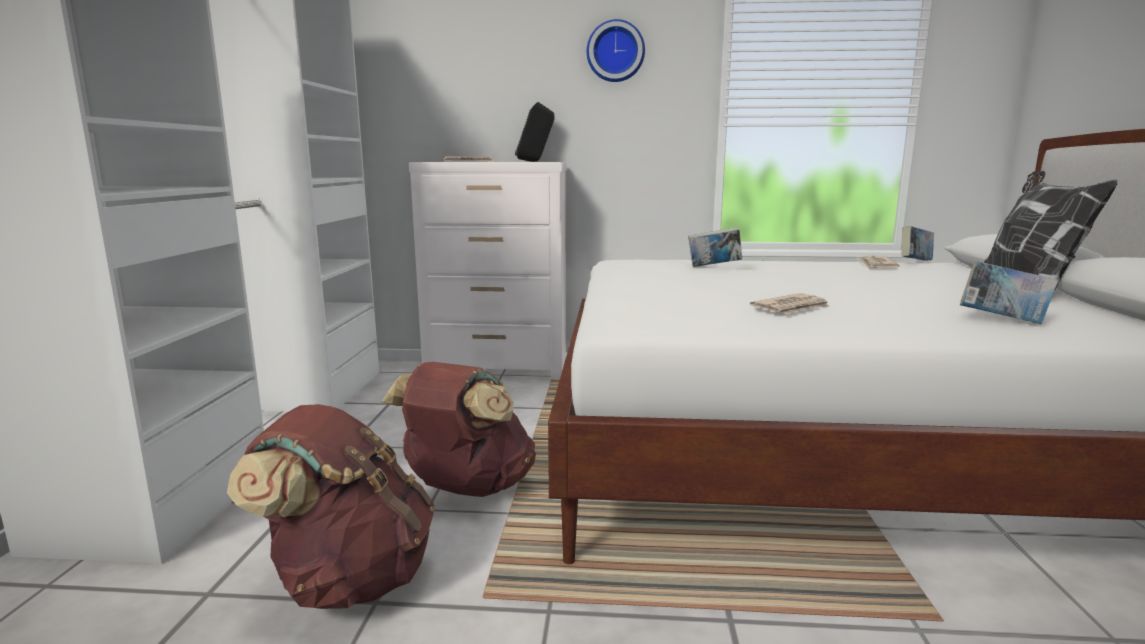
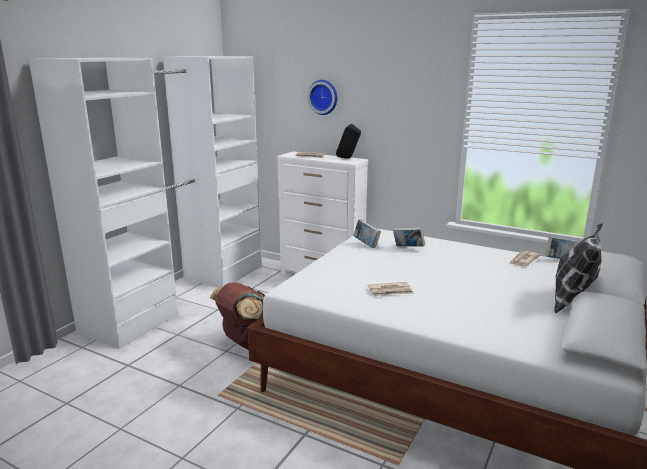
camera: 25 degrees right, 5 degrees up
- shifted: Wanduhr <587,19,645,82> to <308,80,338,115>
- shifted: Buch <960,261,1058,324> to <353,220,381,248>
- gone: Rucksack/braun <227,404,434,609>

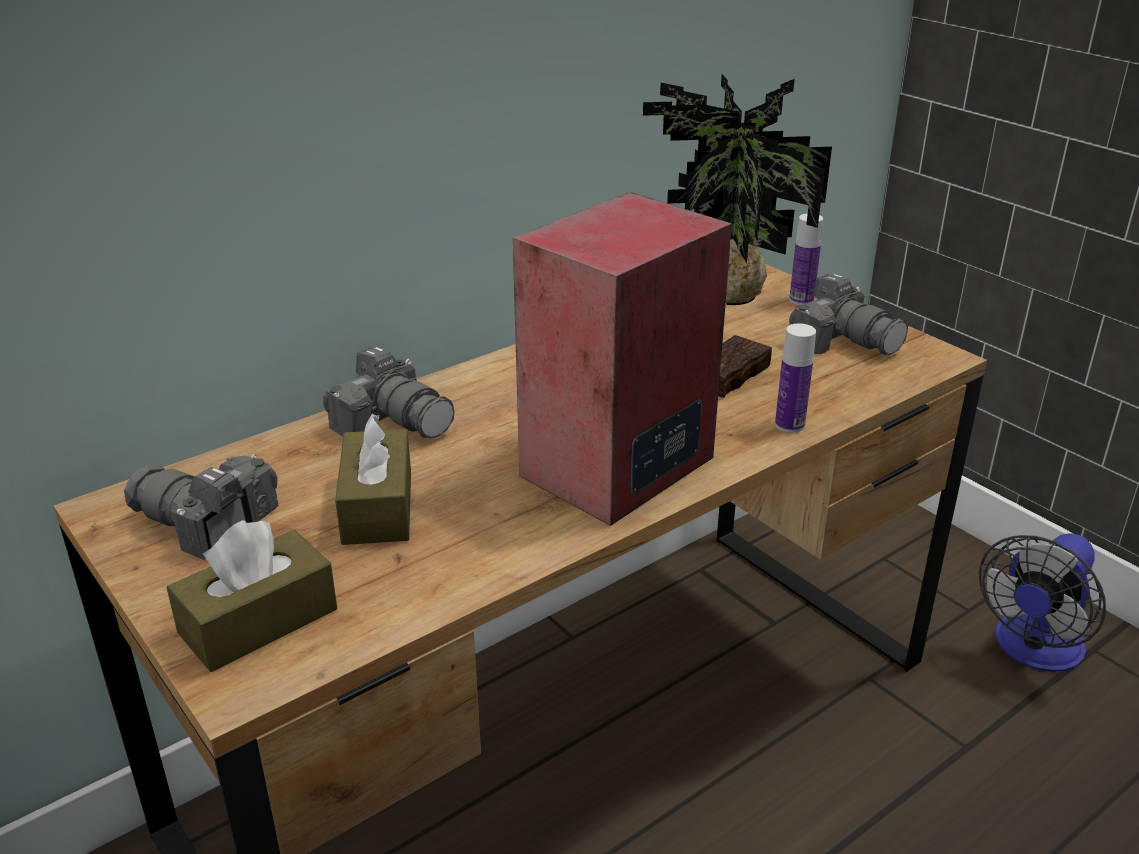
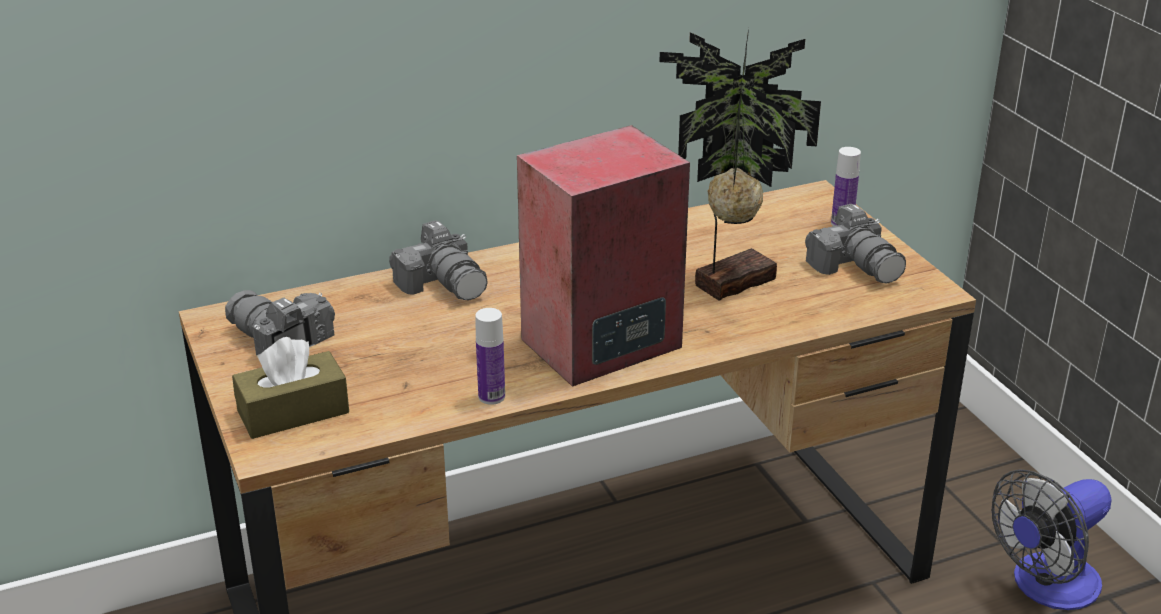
camera: 15 degrees right, 0 degrees up
- shifted: Flasche <775,323,816,433> to <475,308,505,405>
- gone: Taschentuchbox/braun <335,413,411,545>

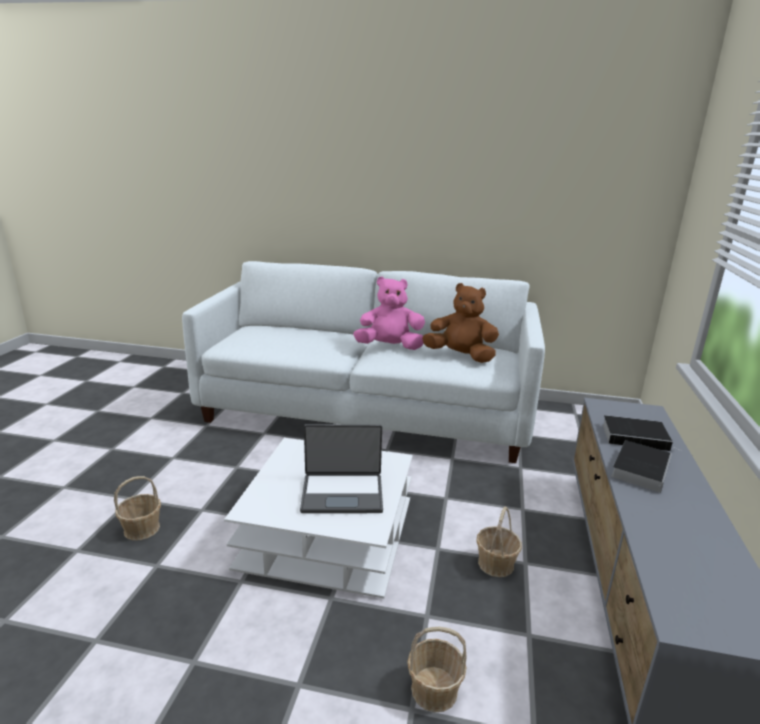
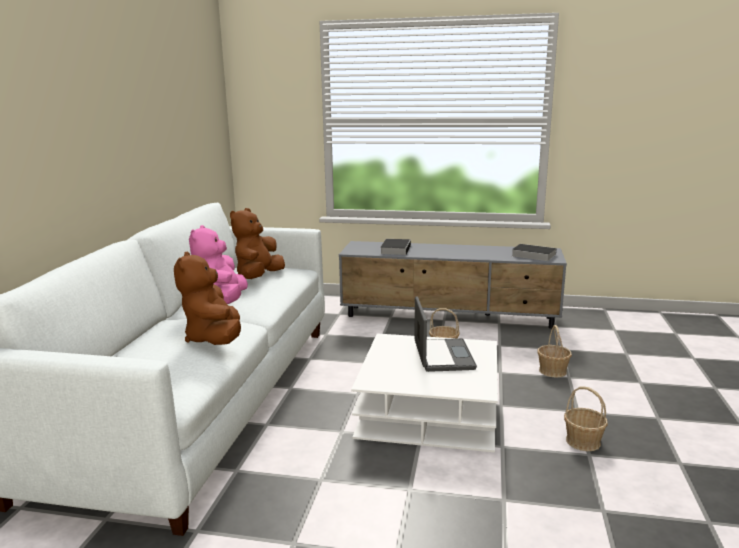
camera: 90 degrees left, 5 degrees down
- shifted: Buch <611,440,672,493> to <512,244,557,261>
- shifted: Korb <114,476,161,541> to <564,386,608,451>
- new: Plüschtier/braun <174,251,241,345>

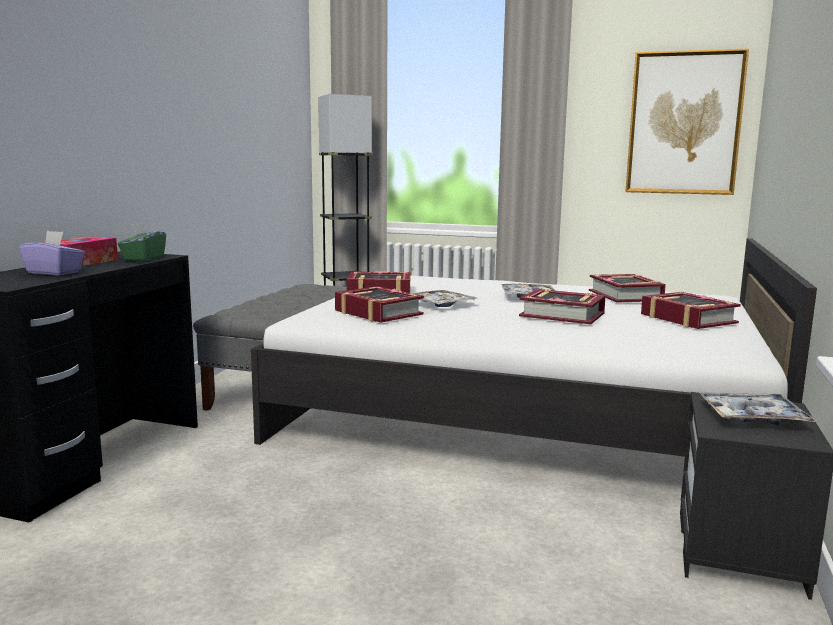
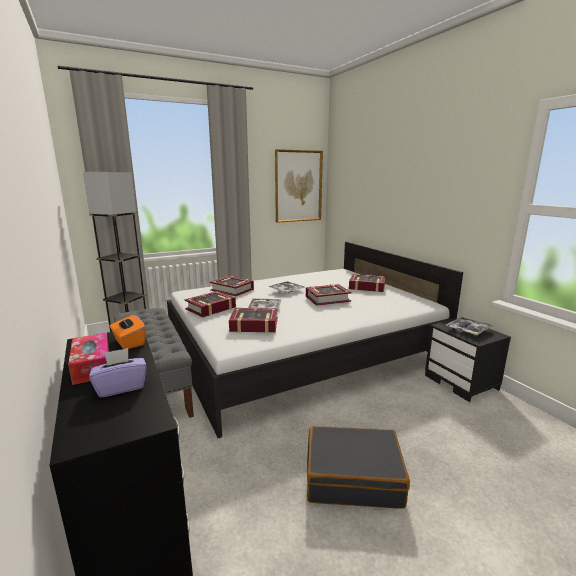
camera: 45 degrees left, 5 degrees up
- repainted: Taschentuchbox/grün <118,222,166,262> to Taschentuchbox/orange <110,314,146,349>
- shifted: Buch <589,274,666,303> to <210,276,254,296>
- new: Koffer/schwarz <307,426,410,509>

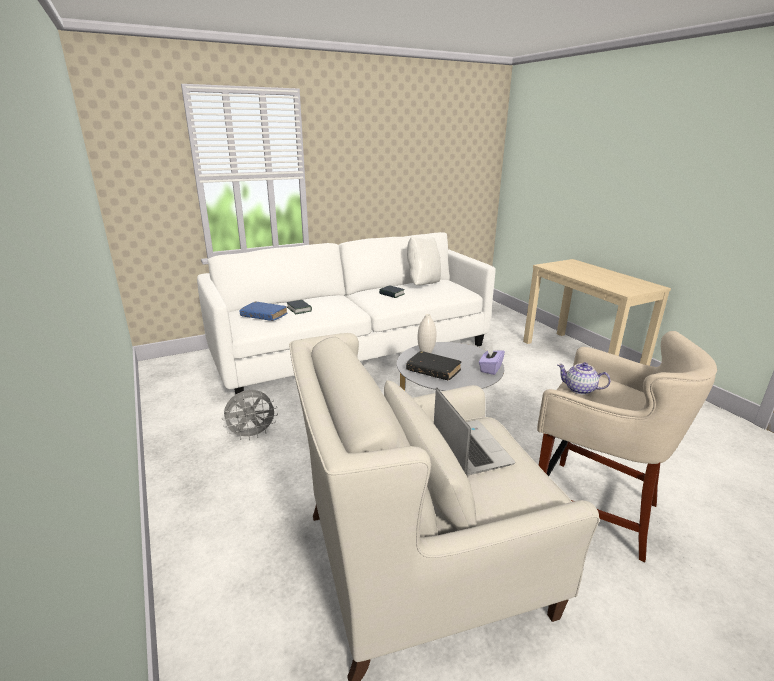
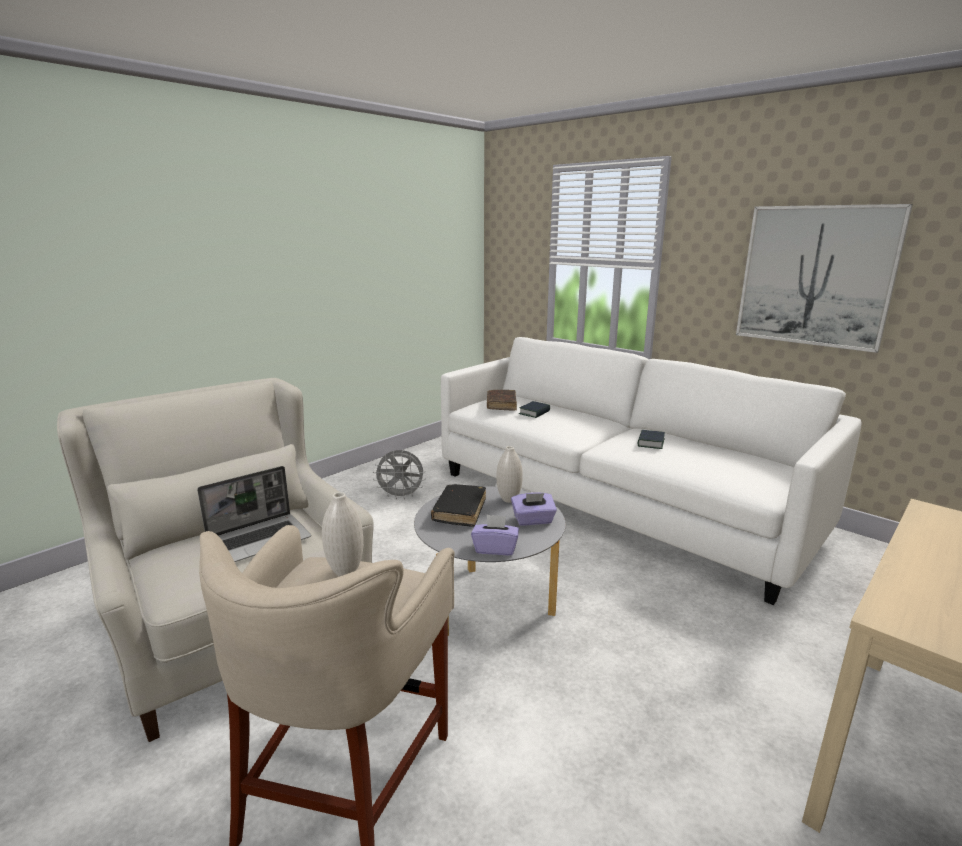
camera: 70 degrees right, 5 degrees down
- gone: Kissen/weiß <407,236,441,285>
- repainted: Buch/blau <240,301,287,321> to Buch/braun <487,390,517,410>
- swapped: Teekanne <557,362,611,395> to Vase/weiß <322,492,363,577>
- rotated: Ventilator/grau <222,390,278,440> = <373,450,425,499> 45 degrees counterclockwise
- new: Bild <736,204,913,353>
- new: Taschentuchbox/lila <511,493,557,526>

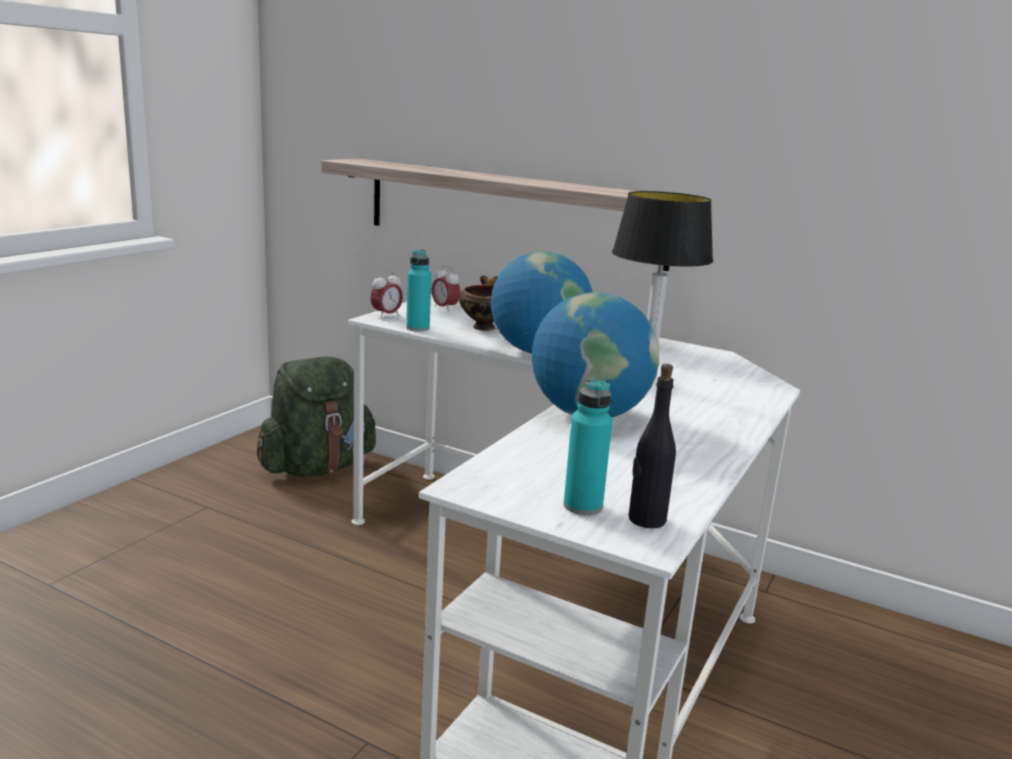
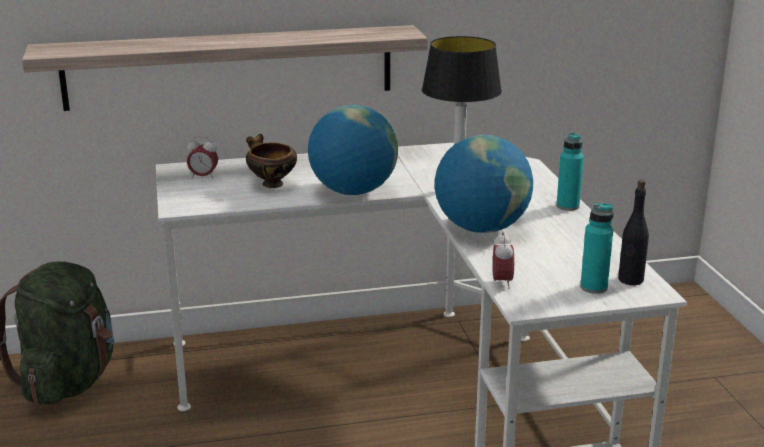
camera: 40 degrees left, 5 degrees up
- shifted: Flasche/türkis <406,250,431,331> to <557,133,584,211>
- shifted: Wecker <370,271,403,318> to <493,231,514,289>

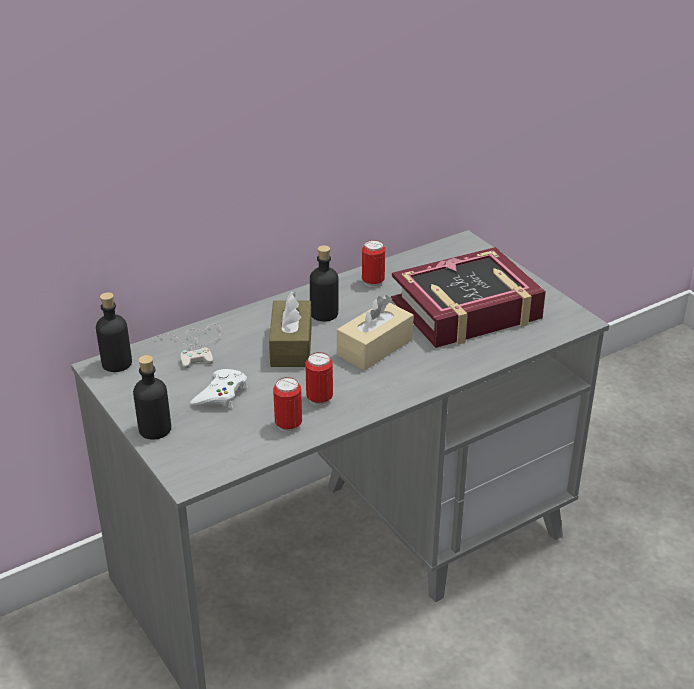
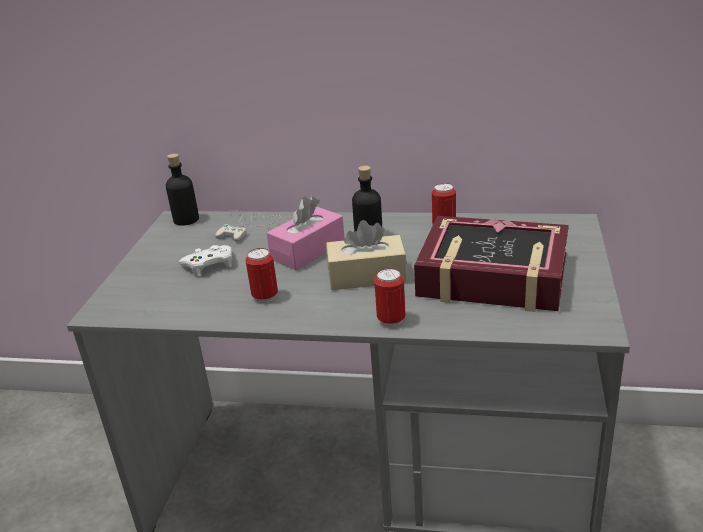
camera: 45 degrees right, 5 degrees down
- repainted: Taschentuchbox/braun <269,291,312,367> to Taschentuchbox/rosa <267,197,345,270>
- gone: Flasche/schwarz <133,355,171,440>
- shifted: Dose <273,377,302,432> to <374,268,406,327>

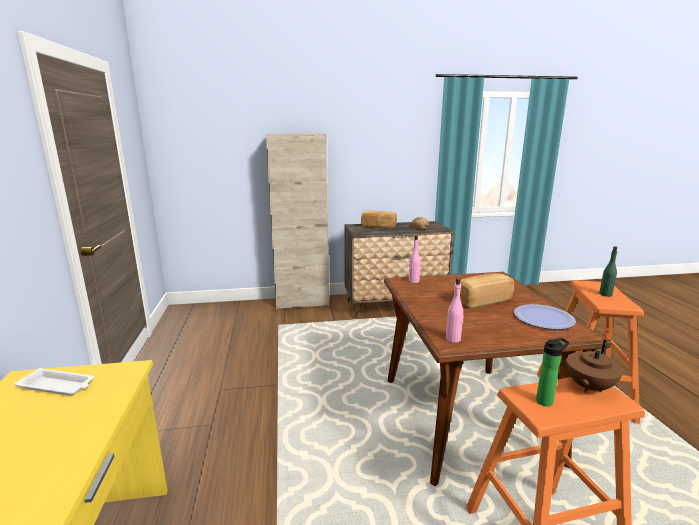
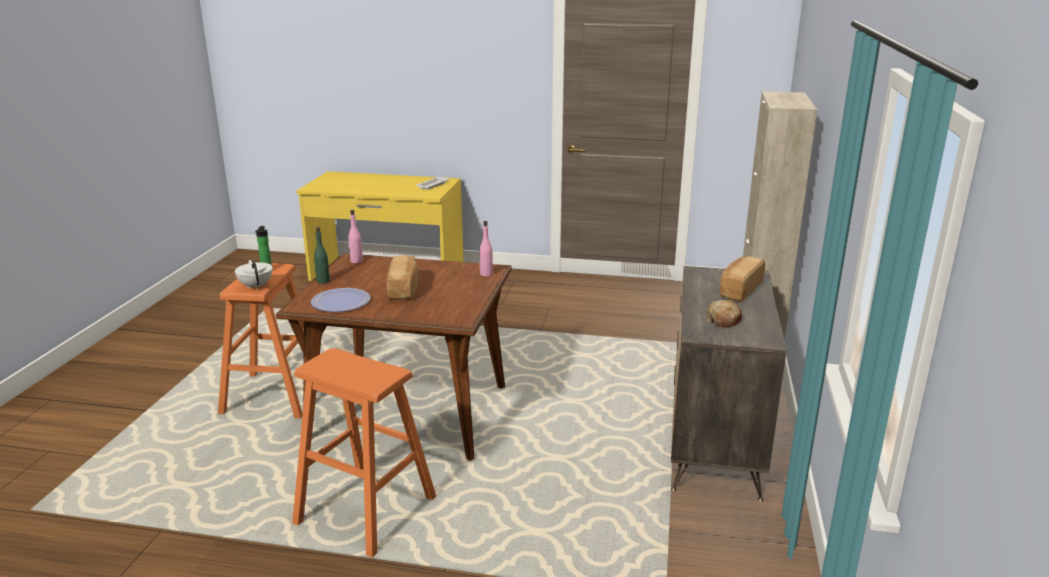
camera: 110 degrees right, 5 degrees up
- shifted: Flasche/grün <599,247,617,297> to <314,227,330,284>
- repainted: Teekanne/braun <566,340,623,393> to Teekanne/weiß <235,260,273,290>

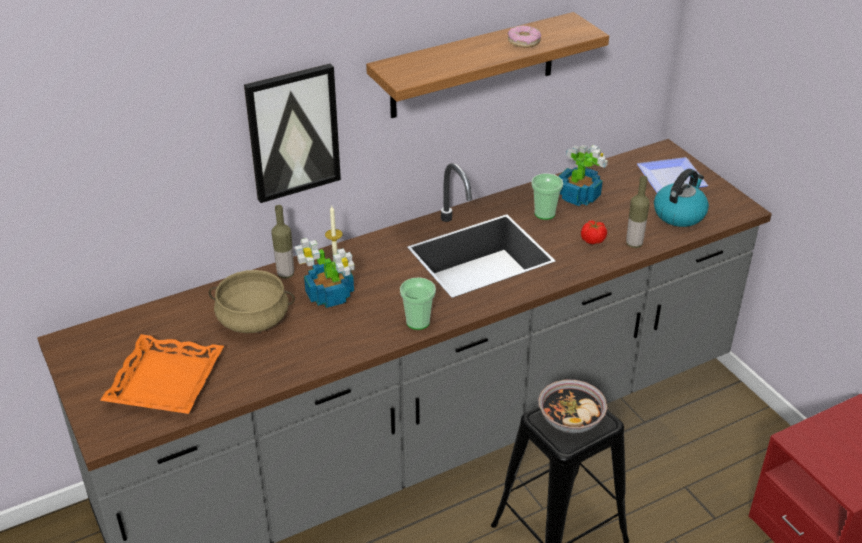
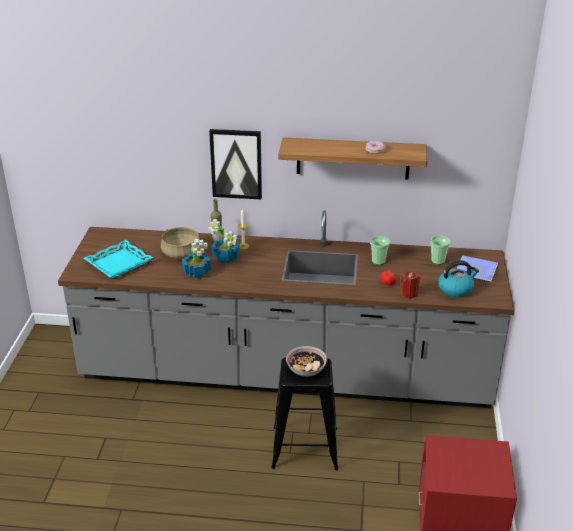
camera: 35 degrees right, 5 degrees down
- shifted: Topfpflanze <559,145,608,206> to <182,239,211,278>
- swapped: Flasche <626,176,650,248> to Kerze/rot <400,272,420,298>
- shifted: Tasse <400,277,436,330> to <430,236,450,265>
- repainted: Tablett/orange <100,334,224,414> to Tablett/türkis <84,240,153,278>

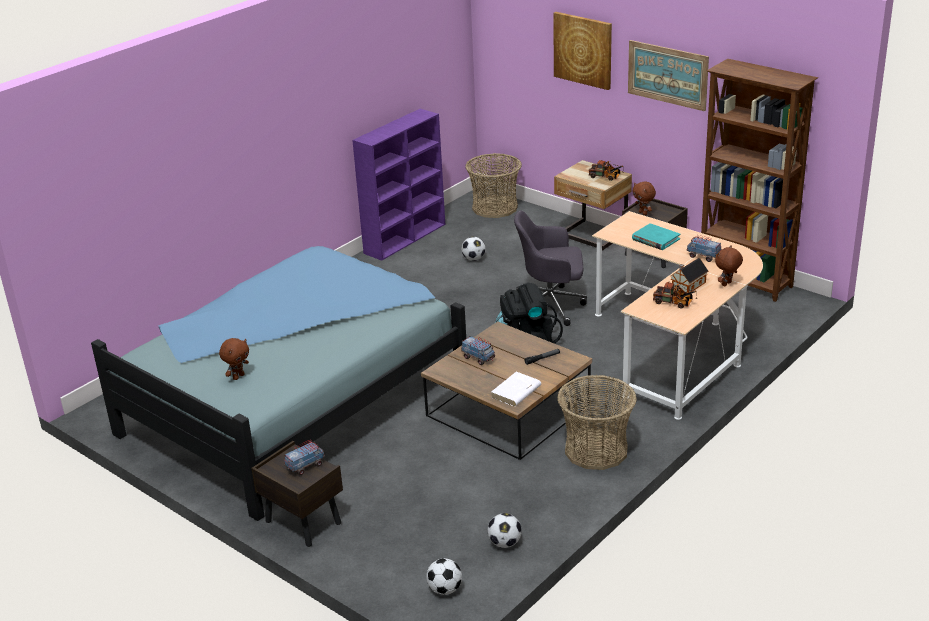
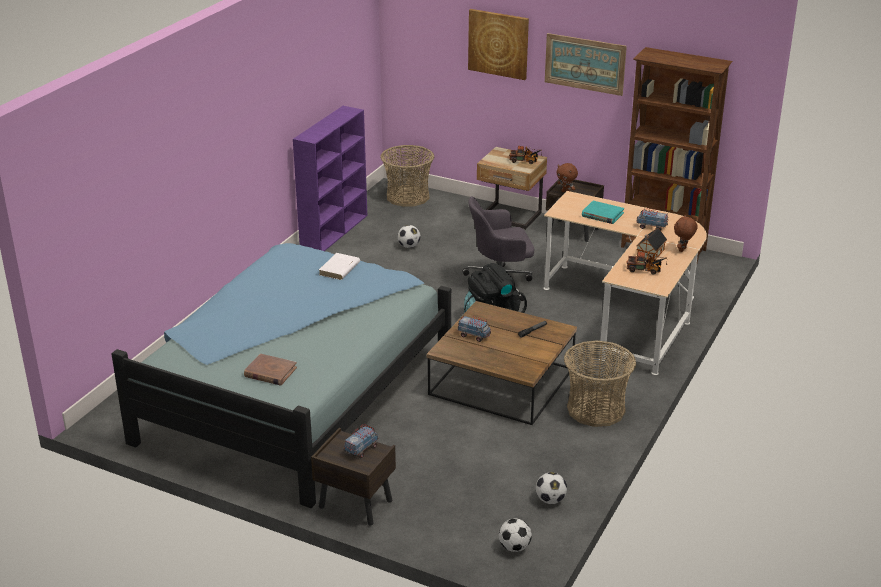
camera: 15 degrees left, 0 degrees up
- swapped: Plüschtier/braun <219,338,249,380> to Buch/braun <244,354,297,386>
- shifted: Buch/weiß <491,372,541,407> to <319,253,360,280>

